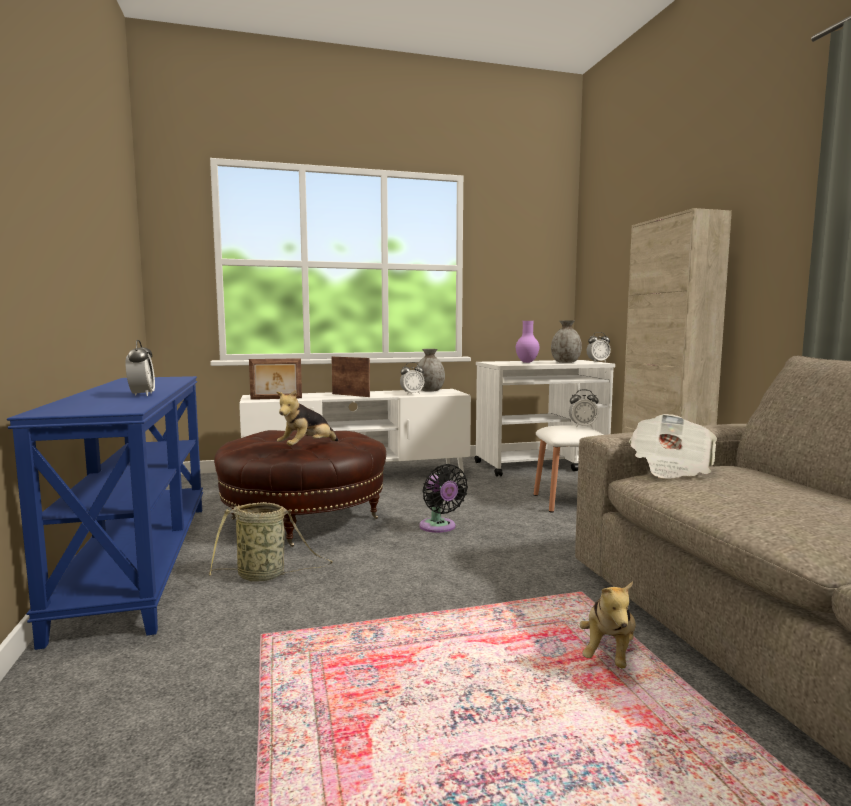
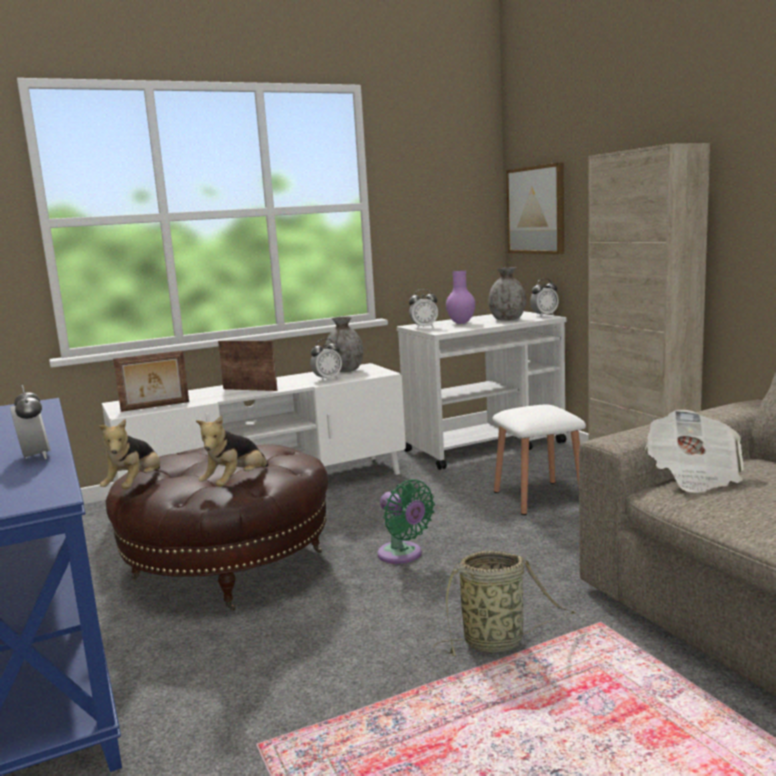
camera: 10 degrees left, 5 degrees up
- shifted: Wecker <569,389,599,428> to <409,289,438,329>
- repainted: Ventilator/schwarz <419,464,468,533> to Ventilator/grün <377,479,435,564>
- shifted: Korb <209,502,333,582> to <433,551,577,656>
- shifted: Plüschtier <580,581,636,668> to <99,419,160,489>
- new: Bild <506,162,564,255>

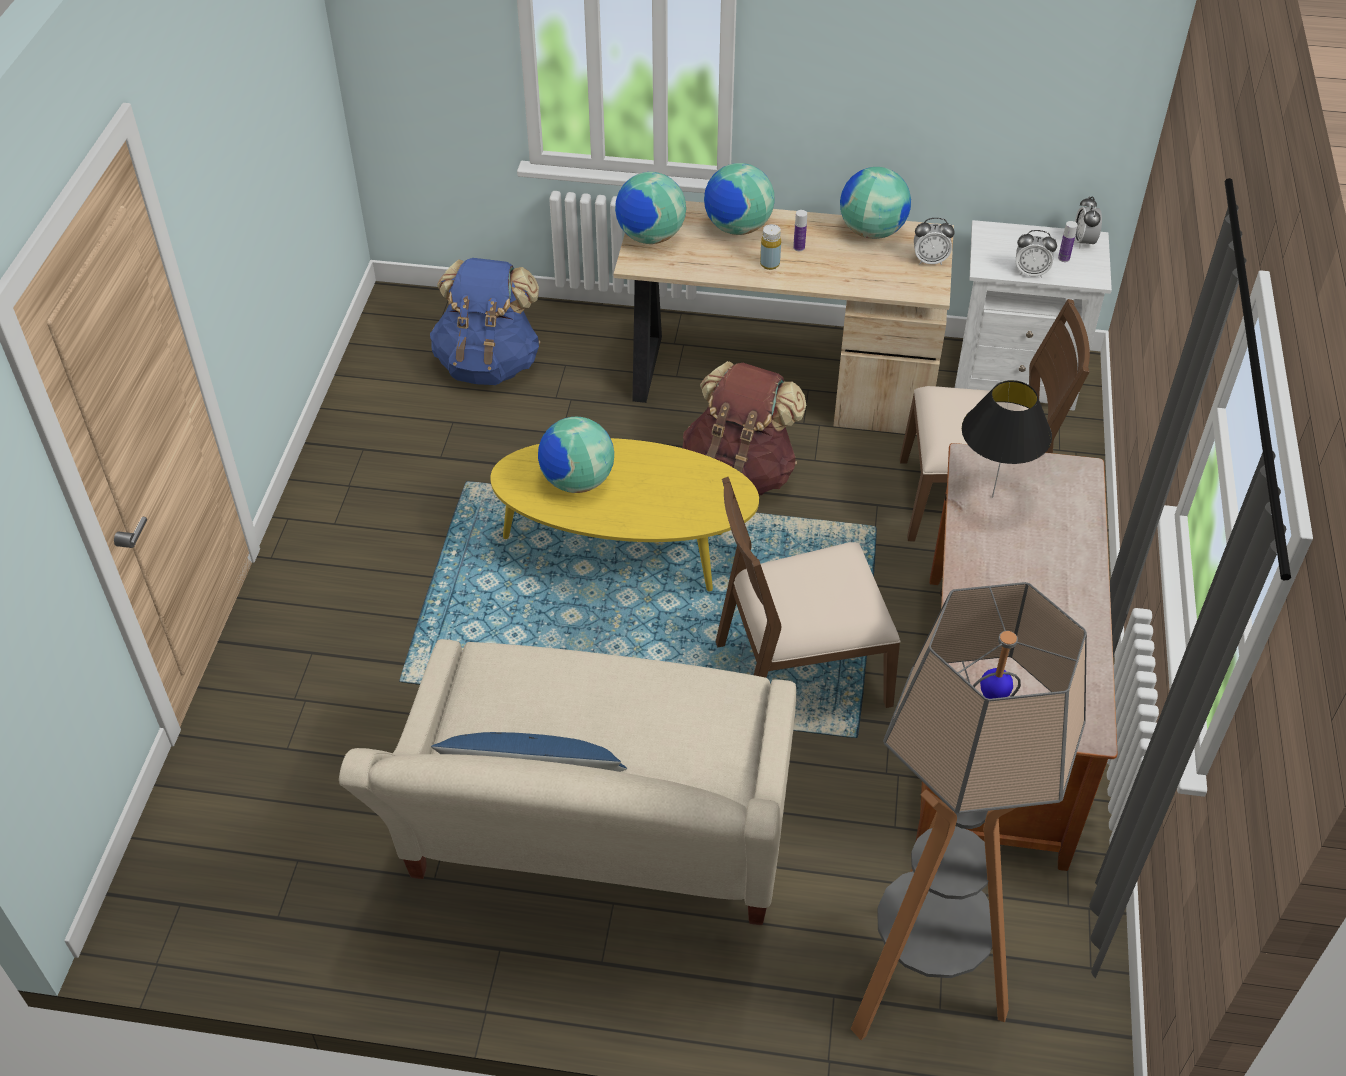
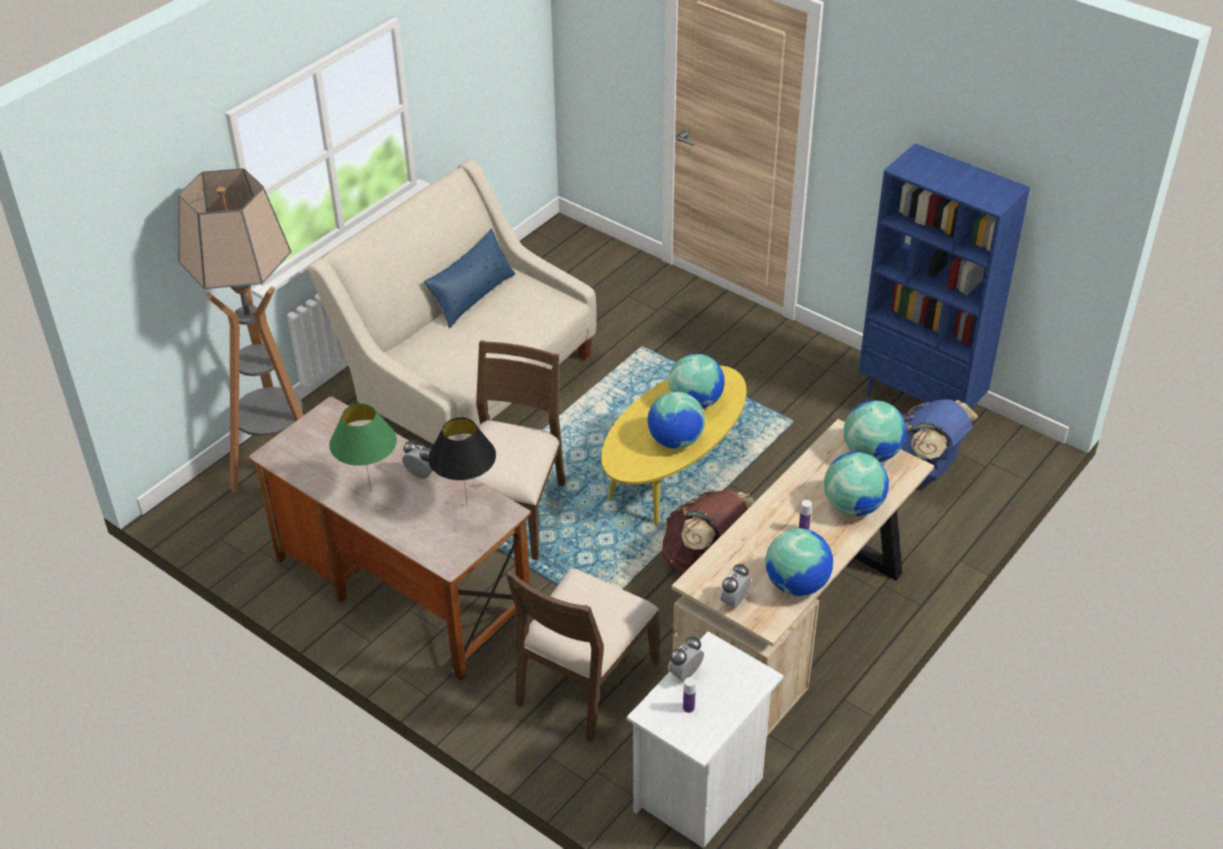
camera: 120 degrees right, 5 degrees down
- shifted: Wecker <1075,196,1102,248> to <402,441,433,479>
- gone: Flasche/gelb <760,224,781,270>
- new: Bücherregal/blau <858,143,1030,410>
- new: Globus <648,392,705,449>
- new: Tischlampe/grün <329,404,397,492>

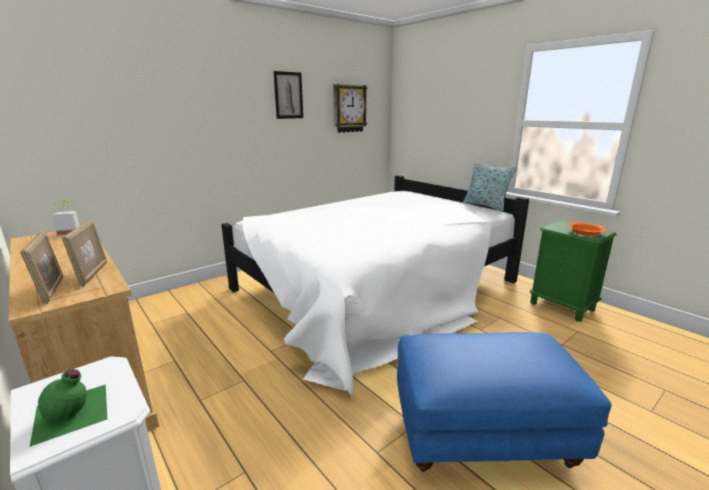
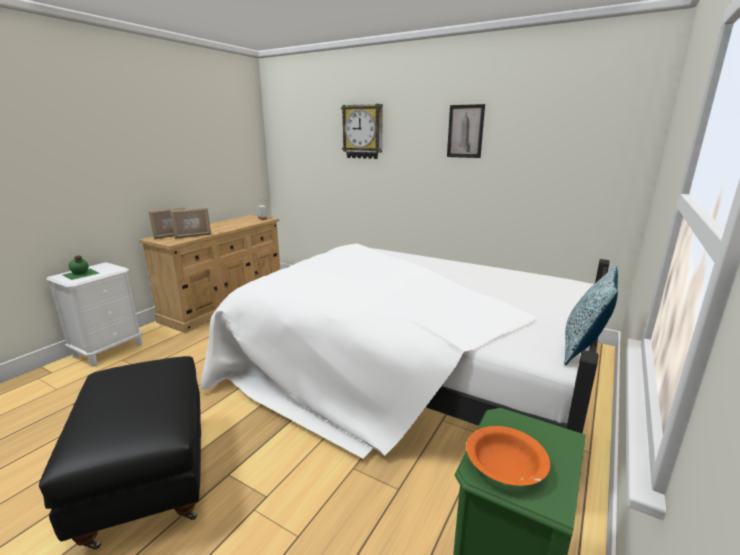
camera: 70 degrees right, 0 degrees up
- shifted: Wanduhr <333,84,368,133> to <341,104,383,159>
- repainted: Polsterhocker/blau <397,332,612,472> to Polsterhocker/schwarz <39,356,201,550>

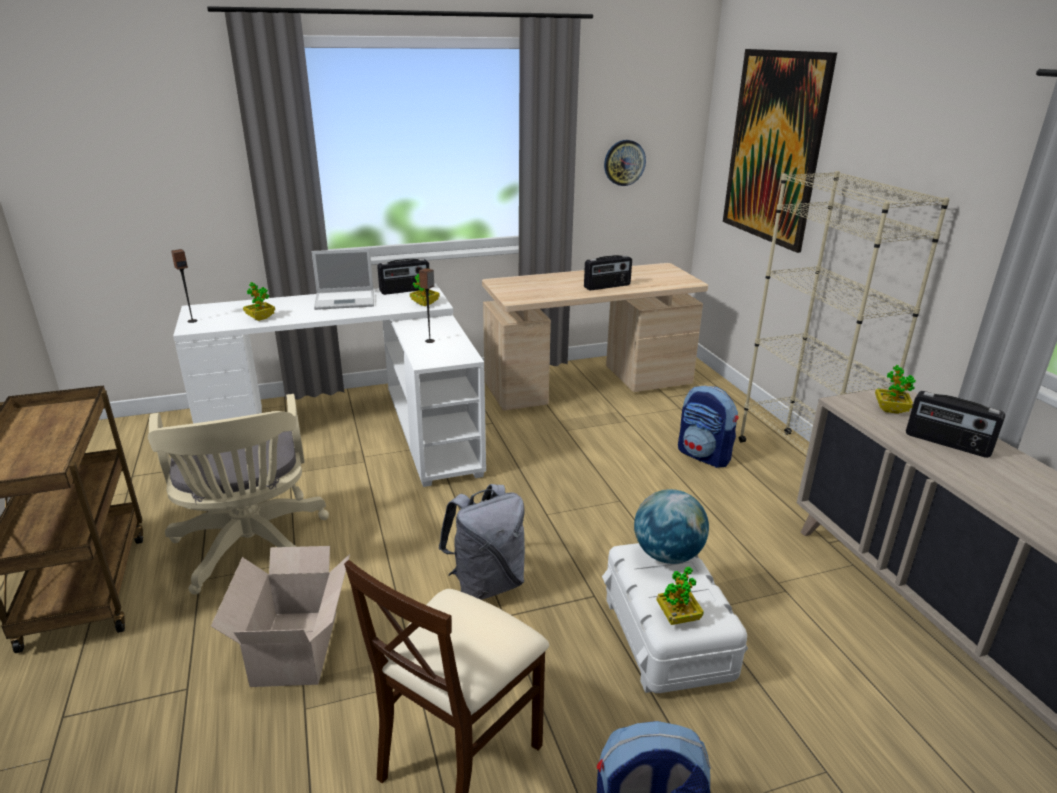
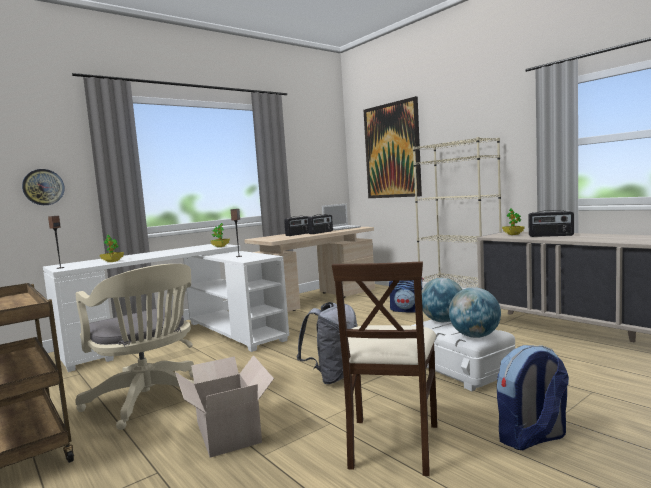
camera: 20 degrees left, 20 degrees down
- shifted: Wanduhr <604,140,646,186> to <22,169,64,205>
- shifted: Laptop <312,249,374,310> to <322,204,361,230>
- shifted: Radio <377,259,429,295> to <284,216,309,236>
- swapped: Topfpflanze <657,567,704,625> to Globus <449,287,501,338>

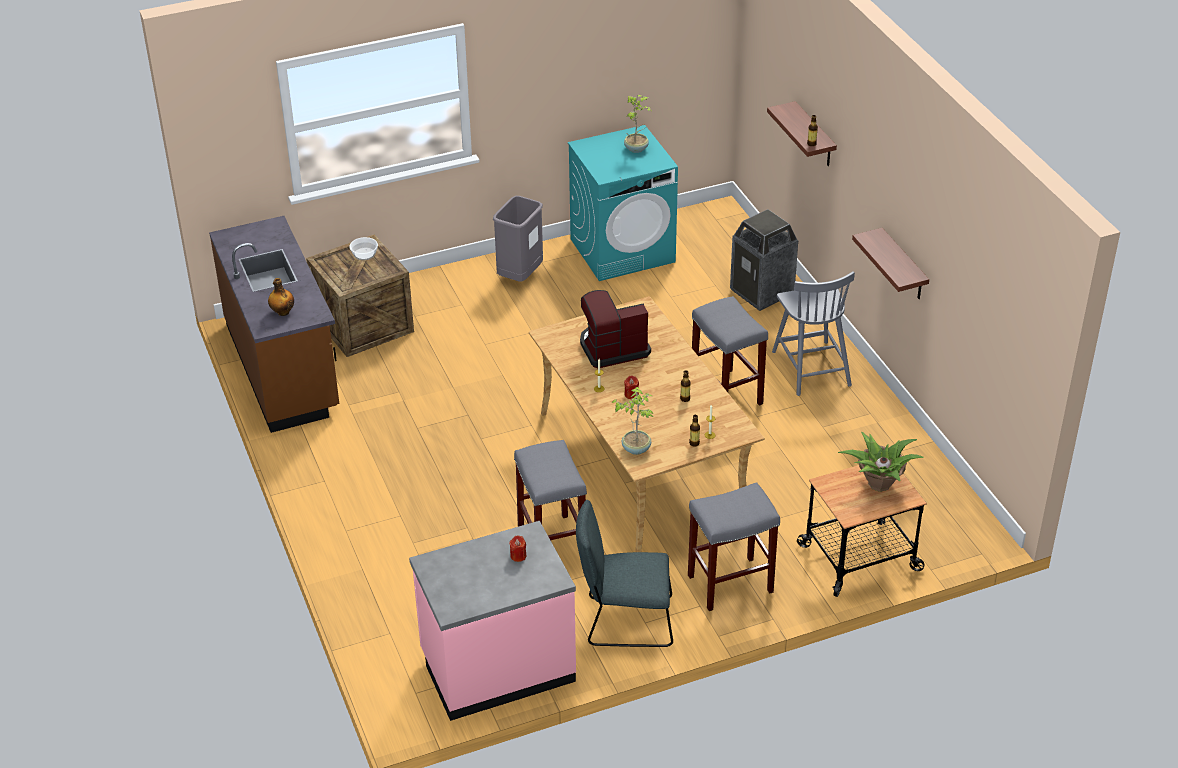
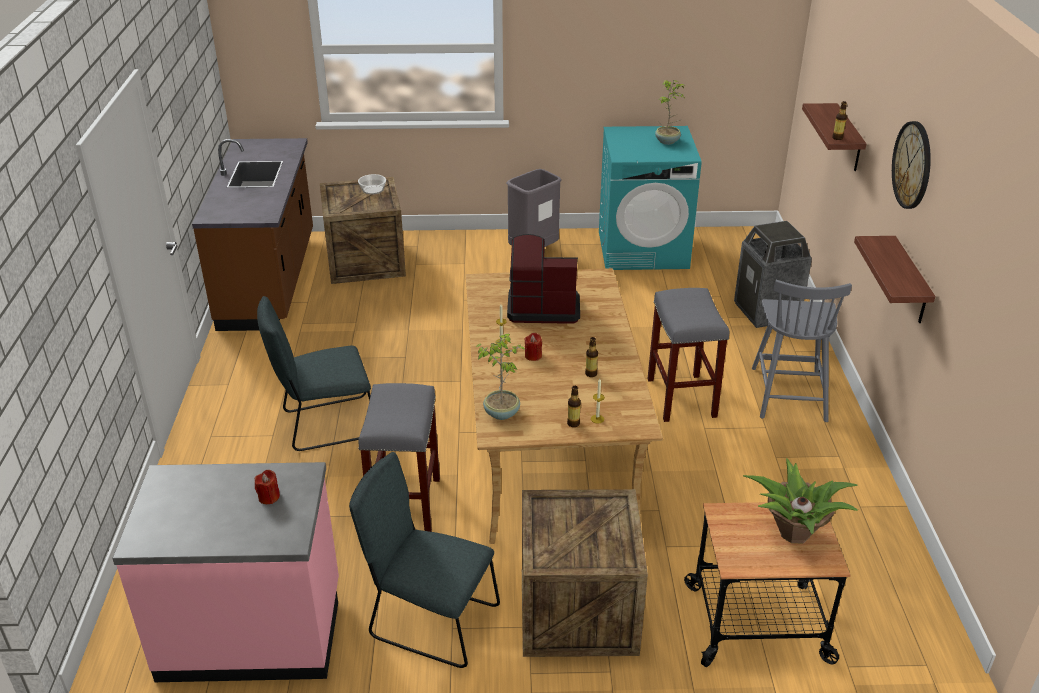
camera: 20 degrees right, 5 degrees down
- gone: Flasche <268,278,294,316>
- swapped: Hocker/grau <688,482,780,611> to Kiste <522,489,648,657>
- new: Wanduhr <892,121,931,209>
- new: Stuhl/grau <257,296,371,451>

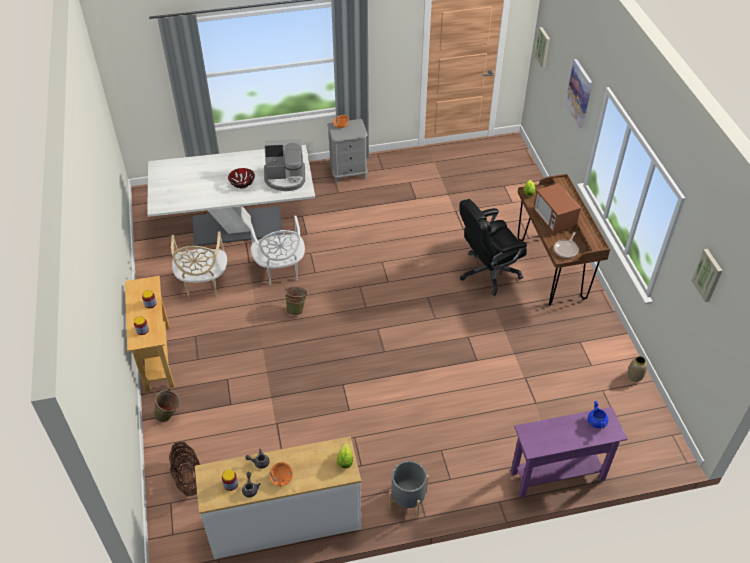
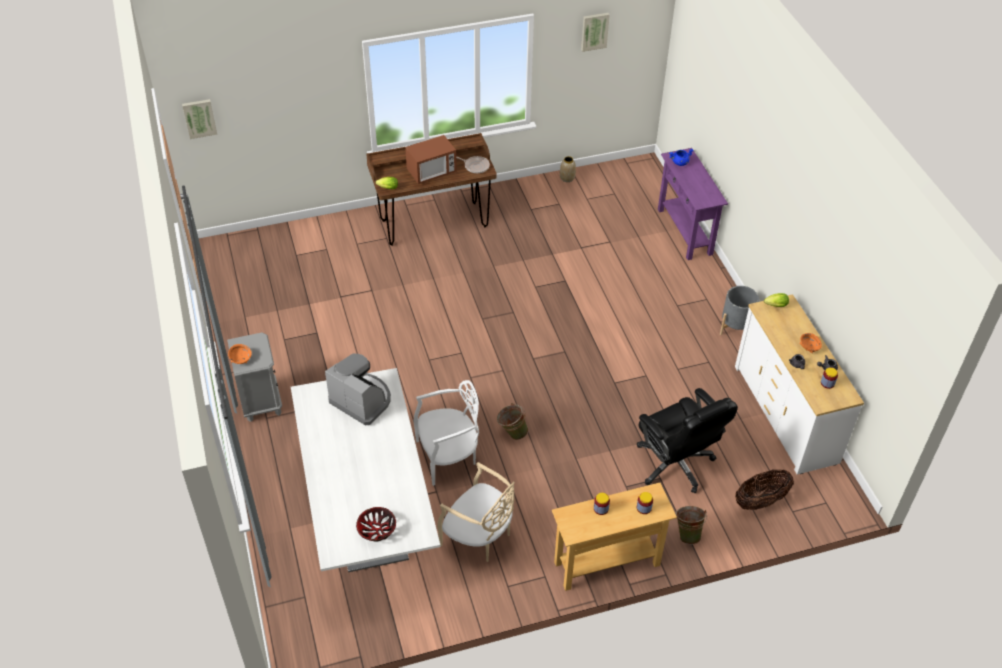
camera: 95 degrees left, 0 degrees up
- gone: Bild <565,59,592,128>
- rotated: Kaffeemaschine <264,139,305,191> = <325,354,391,425> 45 degrees counterclockwise
- shifted: Schüssel <228,168,255,189> to <356,507,396,541>
- shifted: Bürostuhl/schwarz <459,199,527,296> to <637,388,738,493>
- rotated: Stuhl/beige <171,231,227,298> = <437,462,515,562> 45 degrees clockwise

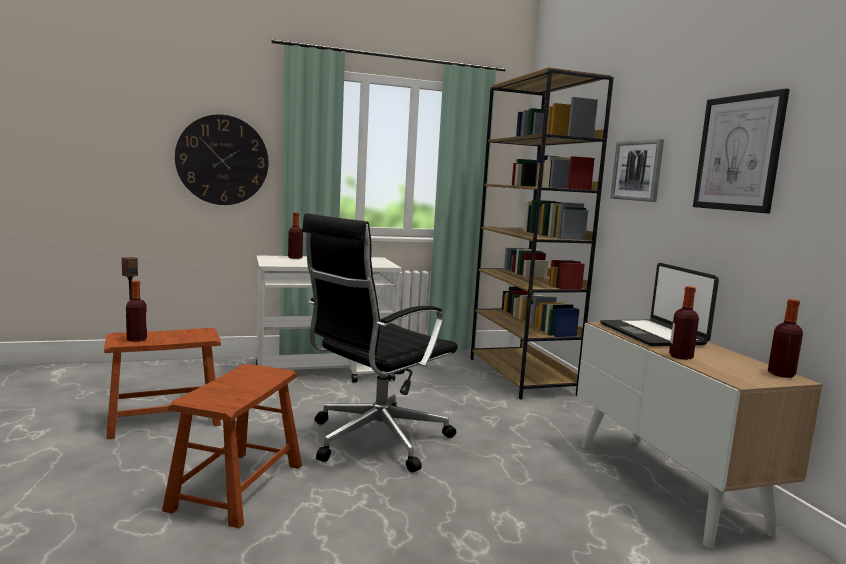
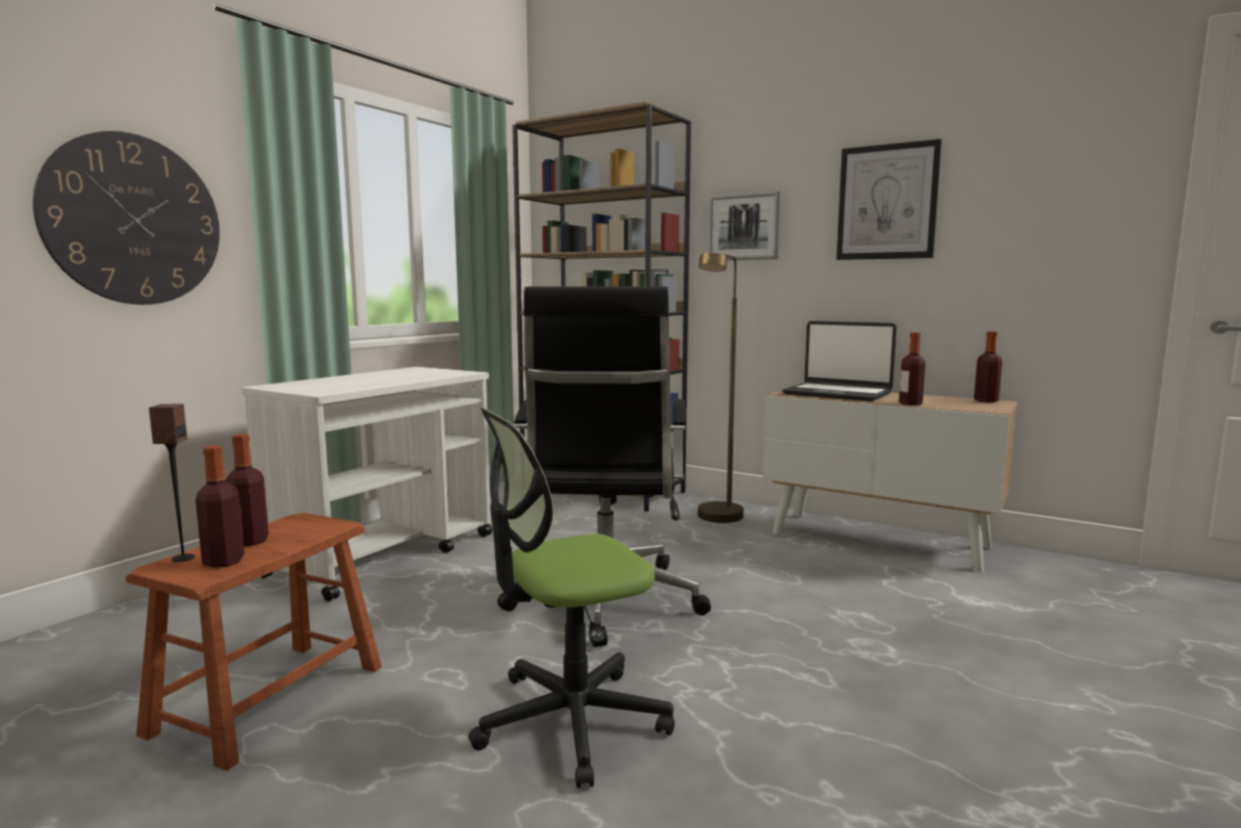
camera: 40 degrees left, 0 degrees up
- shifted: Flasche <288,213,303,259> to <226,434,269,546>
- swapped: Hocker/braun <162,364,302,528> to Bürostuhl <468,408,675,788>
- new: Stehlampe/braun <698,253,744,523>

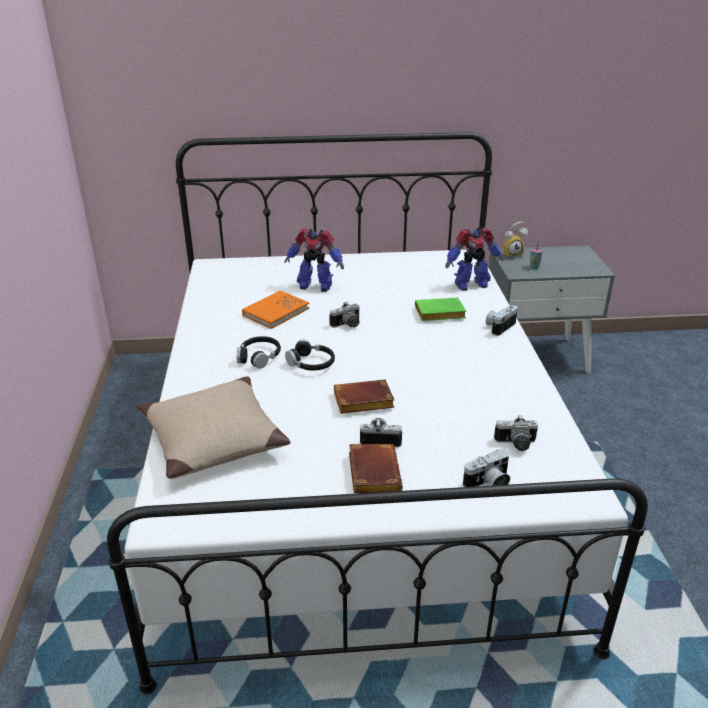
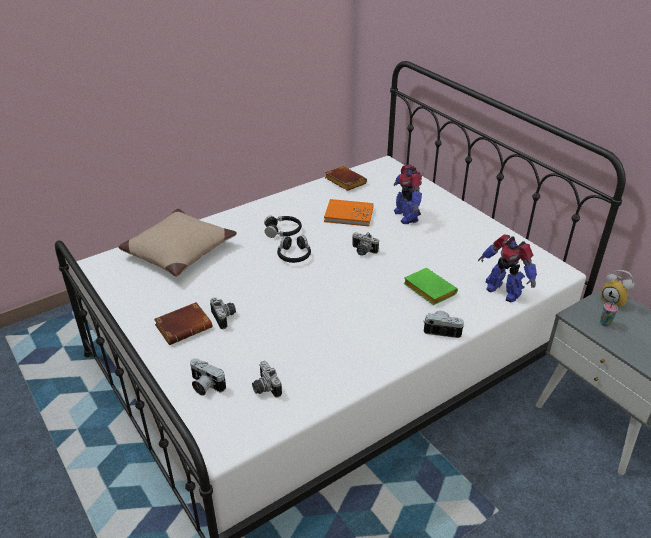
camera: 60 degrees right, 5 degrees up
- shifted: Buch/braun <334,380,394,414> to <325,166,367,191>

